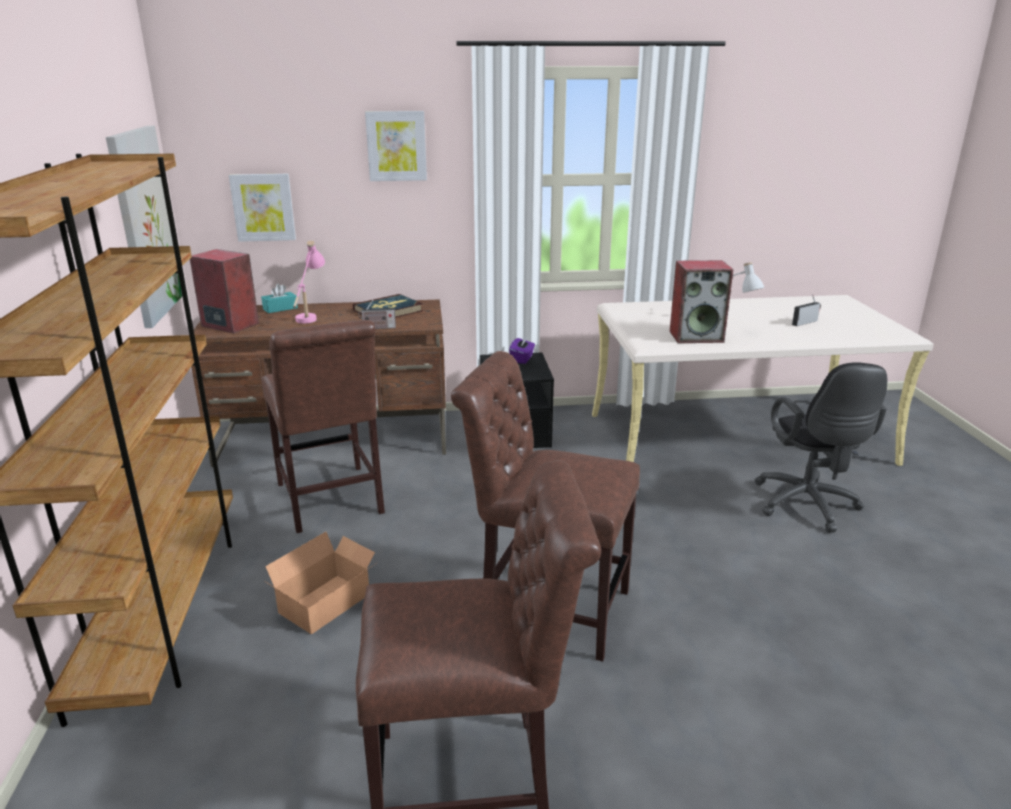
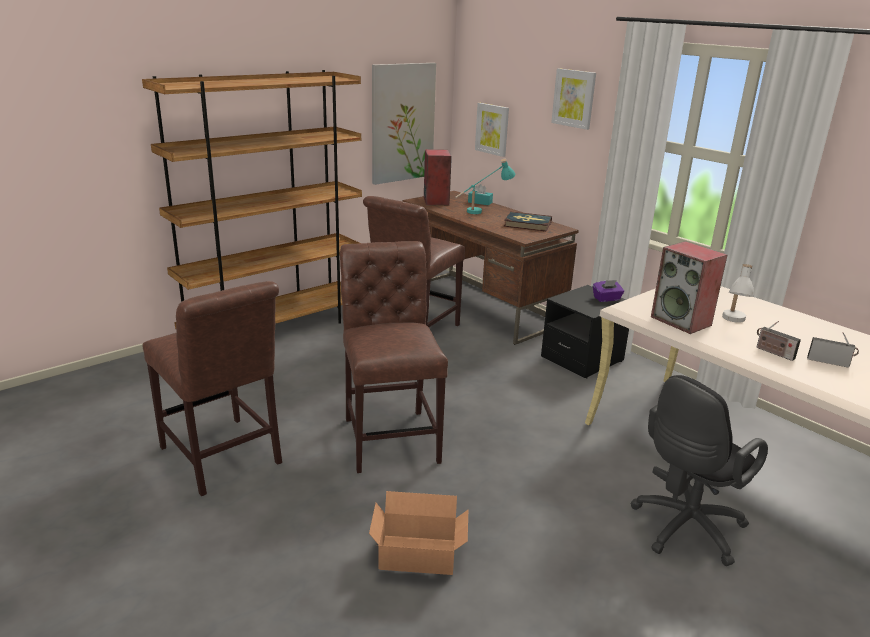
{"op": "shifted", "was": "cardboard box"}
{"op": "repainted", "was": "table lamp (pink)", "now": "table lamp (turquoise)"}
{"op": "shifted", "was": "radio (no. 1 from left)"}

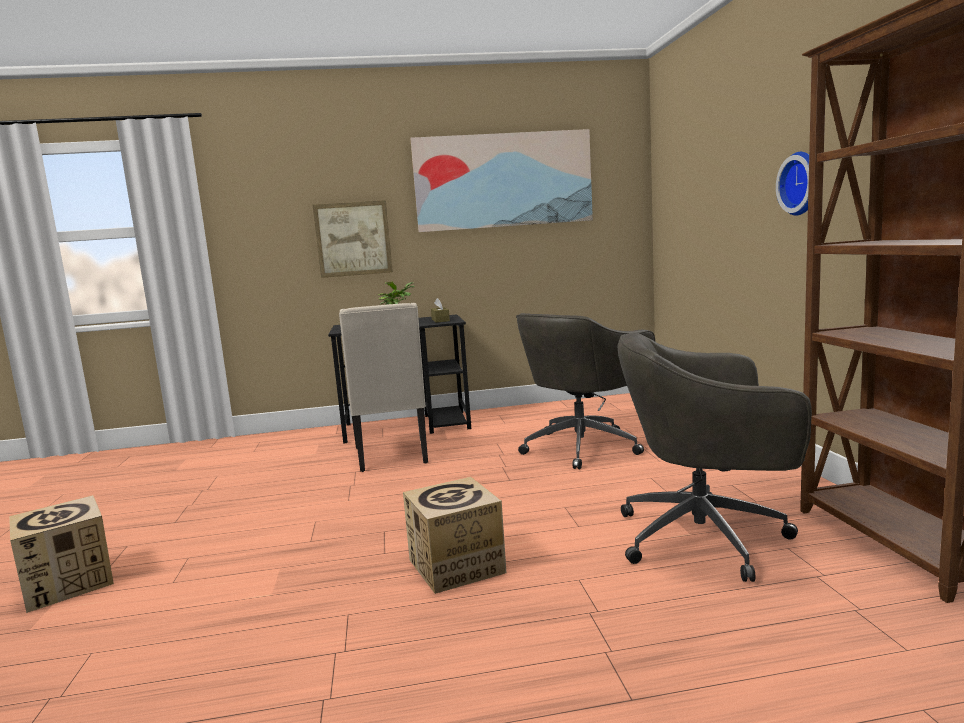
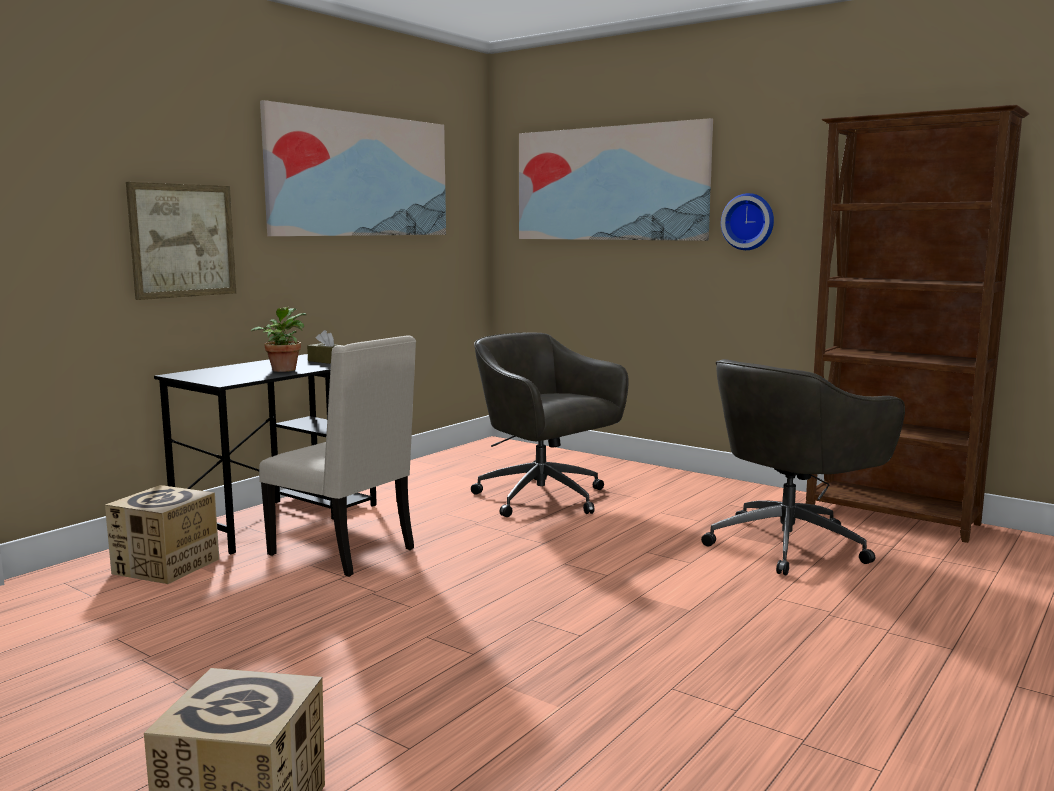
{"op": "shifted", "was": "cardboard box (no. 2 from left in the first image)", "now": "cardboard box (no. 1 from left)"}
{"op": "rotated", "was": "office chair (grey) (no. 1 from left)", "clockwise": 135}
{"op": "new", "now": "picture (no. 3 from left)"}

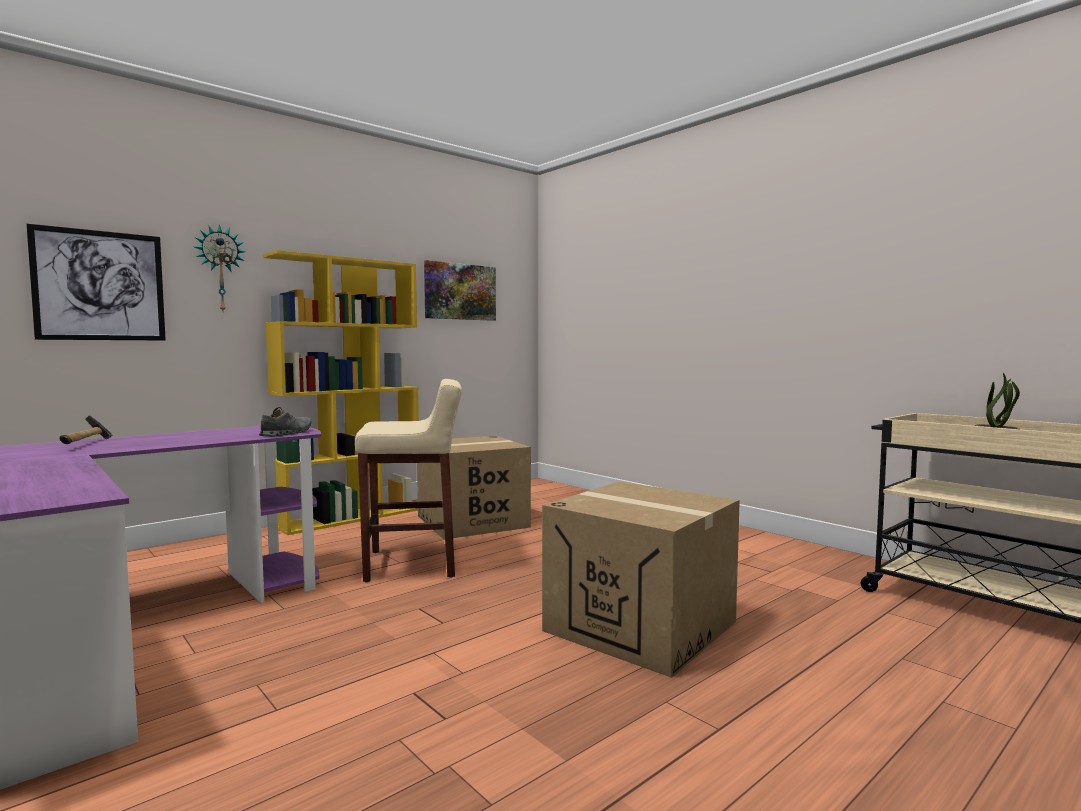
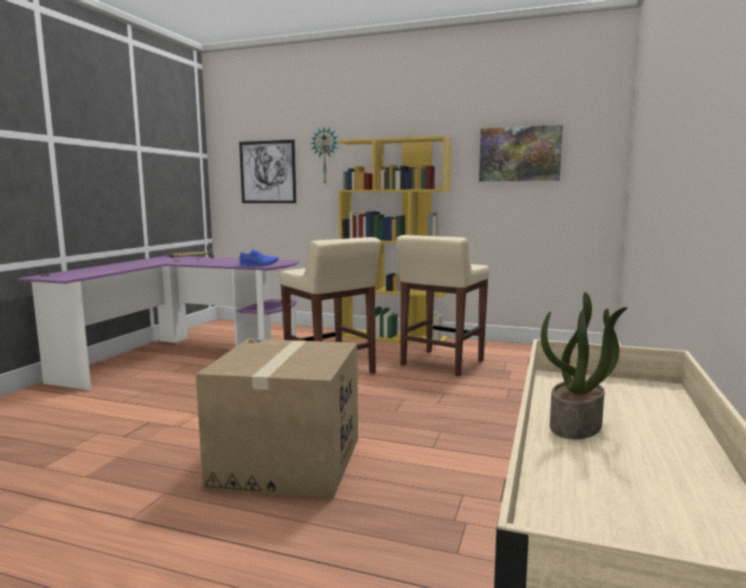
{"op": "repainted", "was": "shoe (grey)", "now": "shoe (blue)"}
{"op": "swapped", "was": "cardboard box (no. 1 from left)", "now": "stool (beige) (no. 2 from left)"}

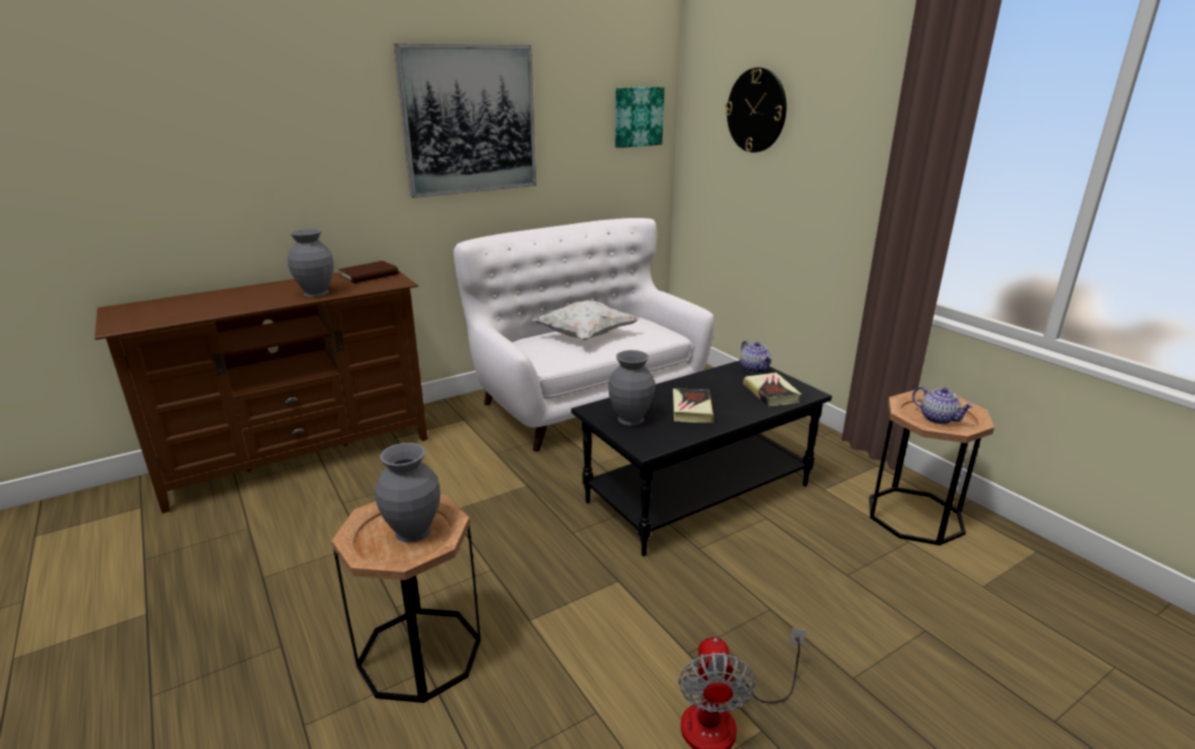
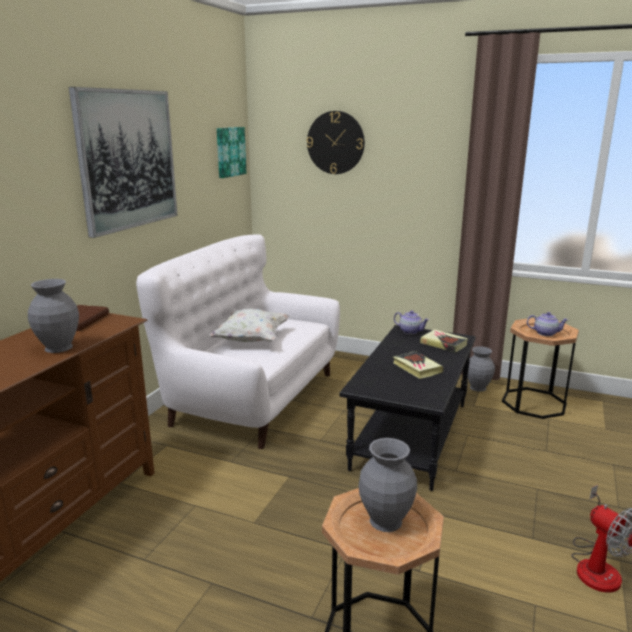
{"op": "shifted", "was": "vase (grey) (no. 3 from left)"}

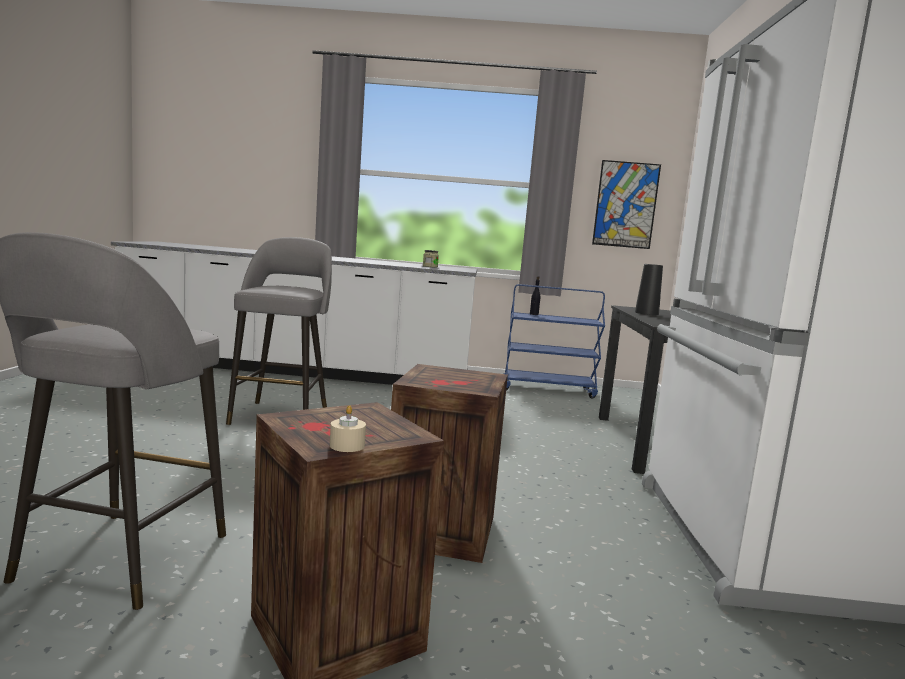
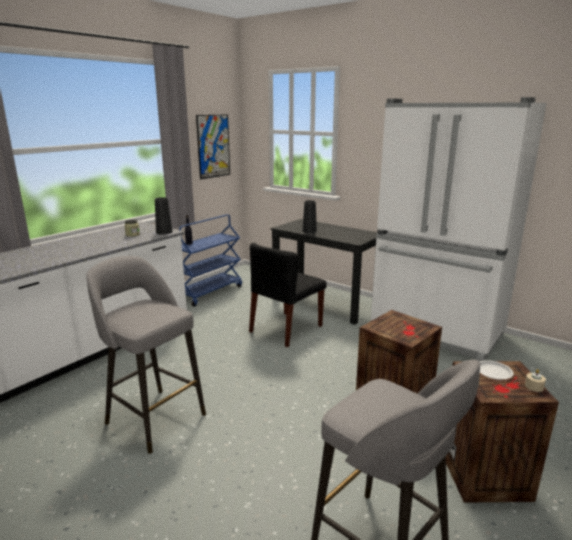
{"op": "new", "now": "vase (black) (no. 1 from left)"}
{"op": "new", "now": "chair (black)"}
{"op": "new", "now": "plate (white)"}

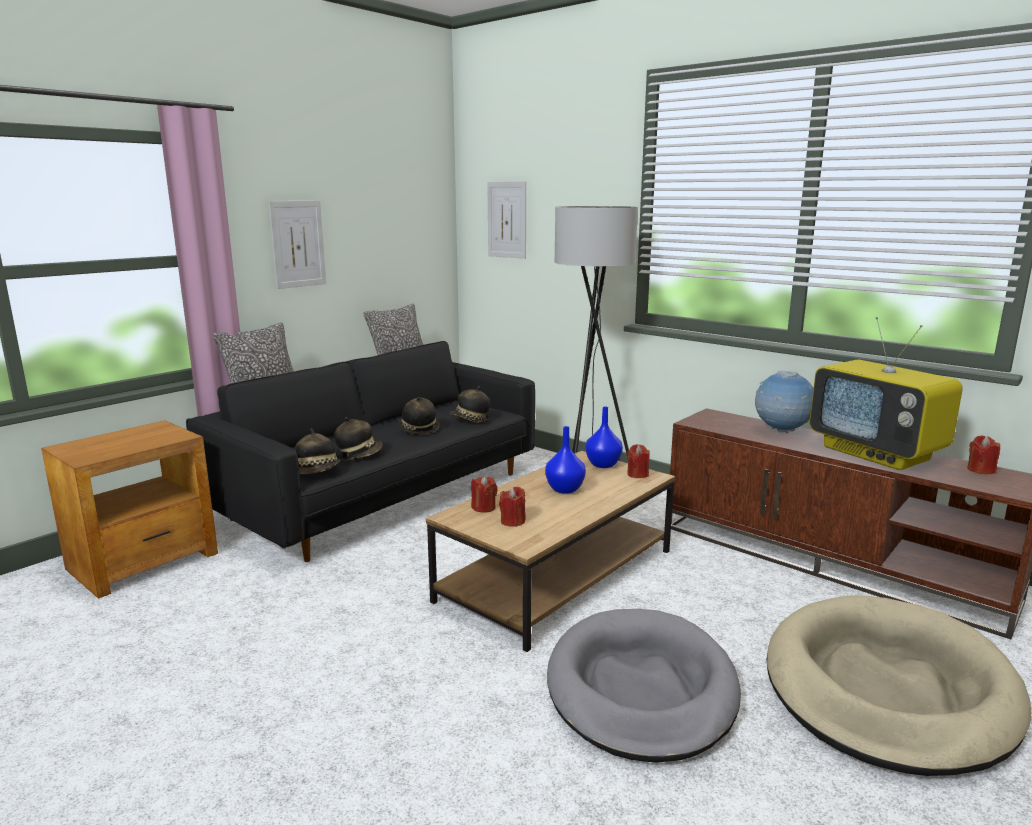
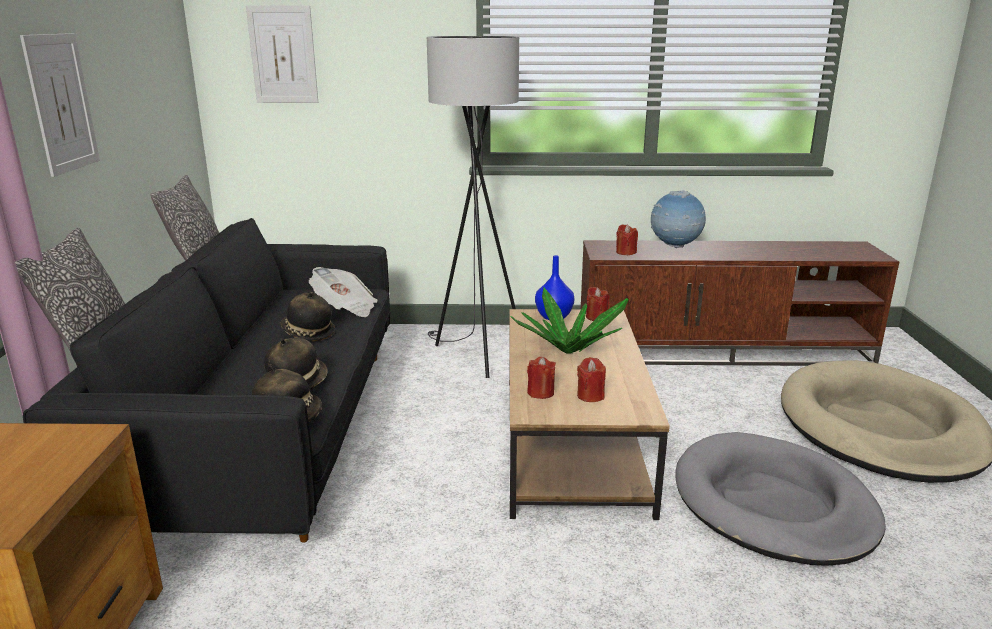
{"op": "swapped", "was": "hat (no. 4 from left)", "now": "newspaper"}
{"op": "swapped", "was": "vase (blue) (no. 1 from left)", "now": "potted plant"}
{"op": "gone", "was": "television"}
{"op": "shifted", "was": "candle (red) (no. 4 from left)"}

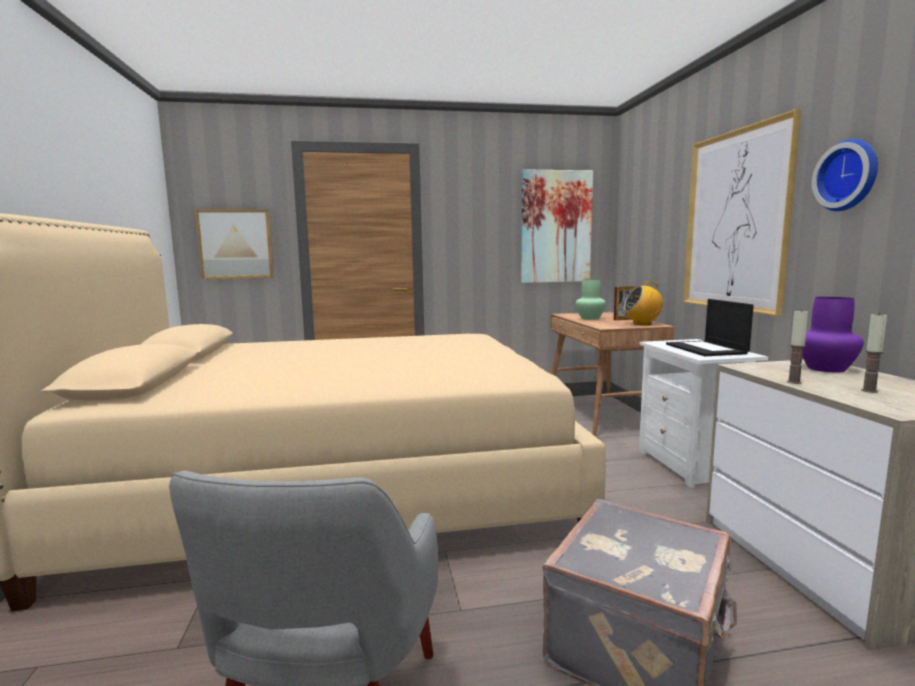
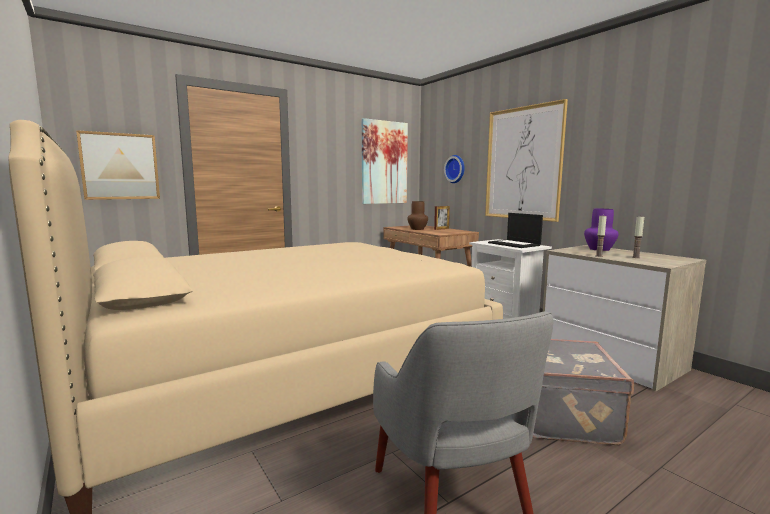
{"op": "repainted", "was": "vase (green)", "now": "vase (brown)"}
{"op": "gone", "was": "radio"}
{"op": "shifted", "was": "wall clock"}

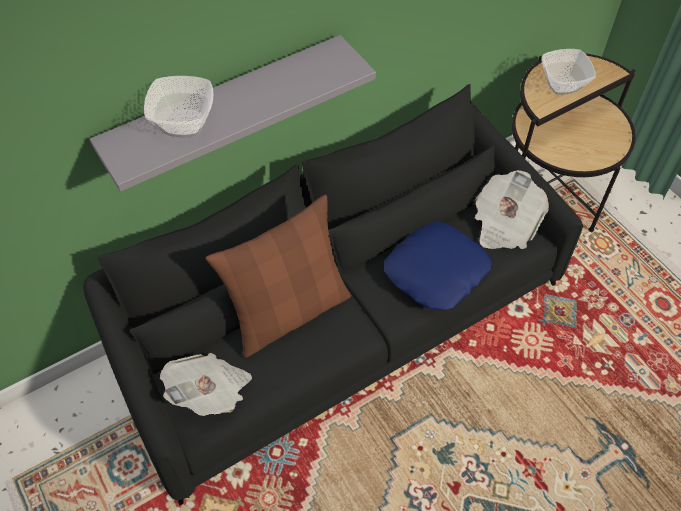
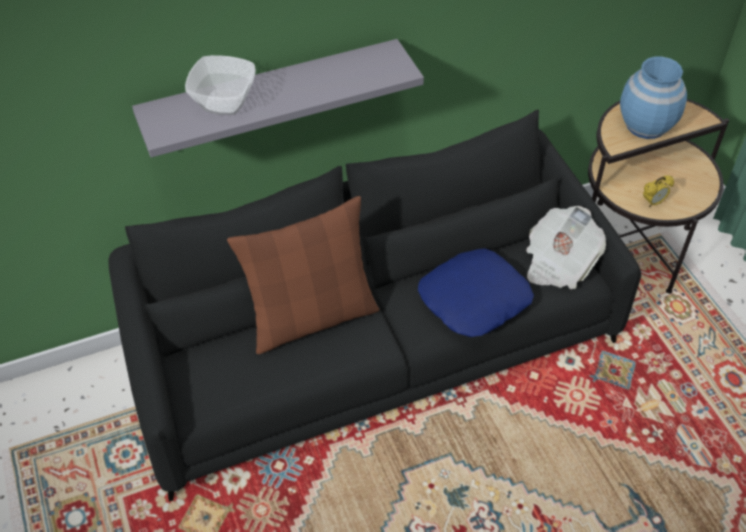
{"op": "gone", "was": "newspaper (no. 1 from left)"}
{"op": "swapped", "was": "bowl (no. 2 from left)", "now": "vase (blue)"}
{"op": "new", "now": "alarm clock"}

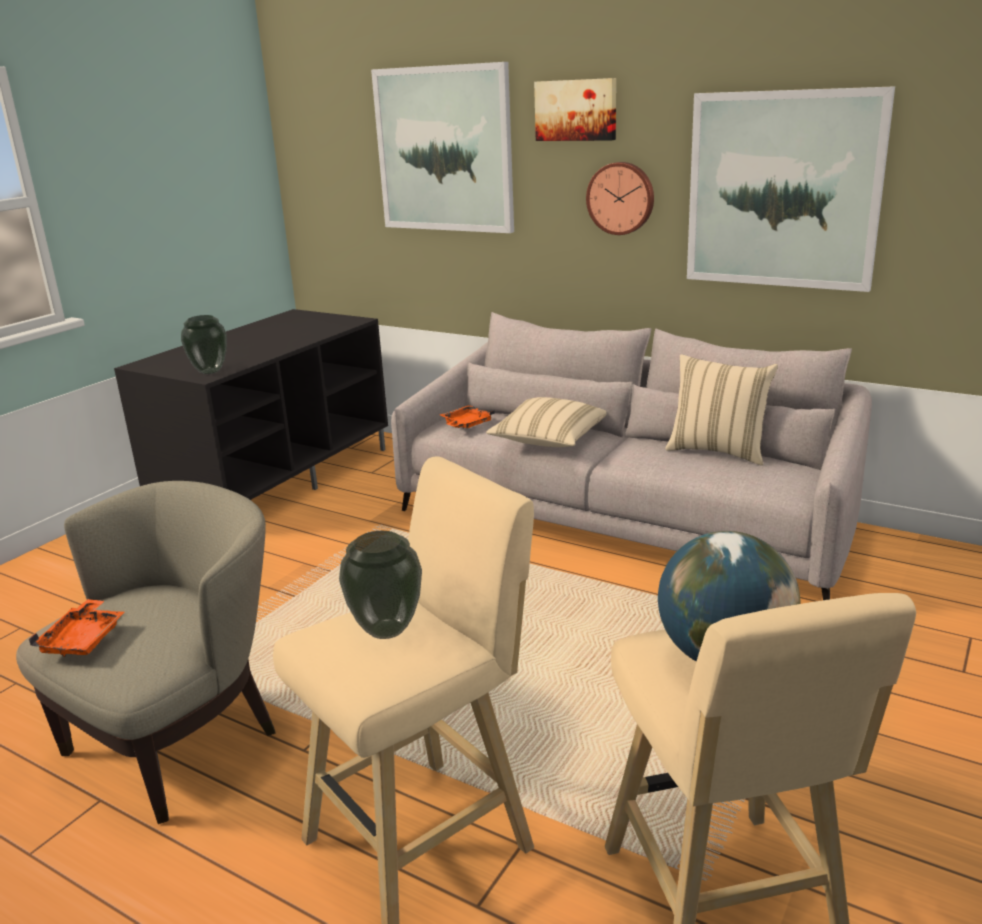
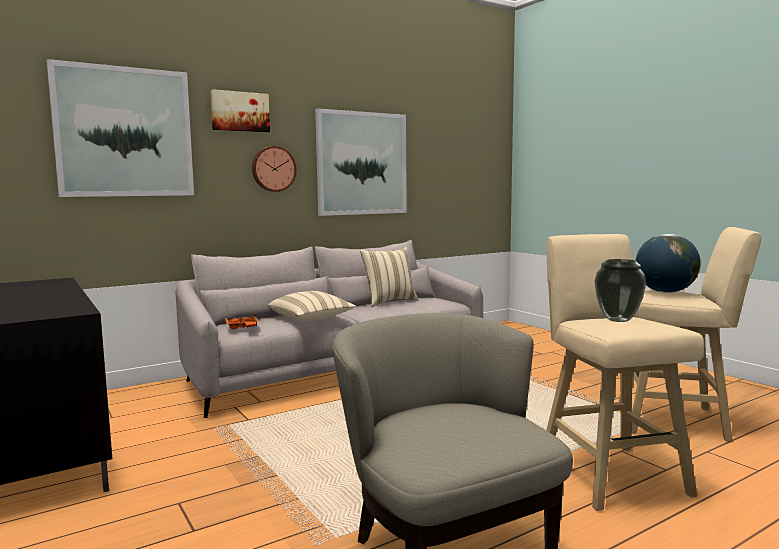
{"op": "gone", "was": "tray (orange) (no. 1 from left)"}
{"op": "gone", "was": "vase (no. 1 from left)"}

